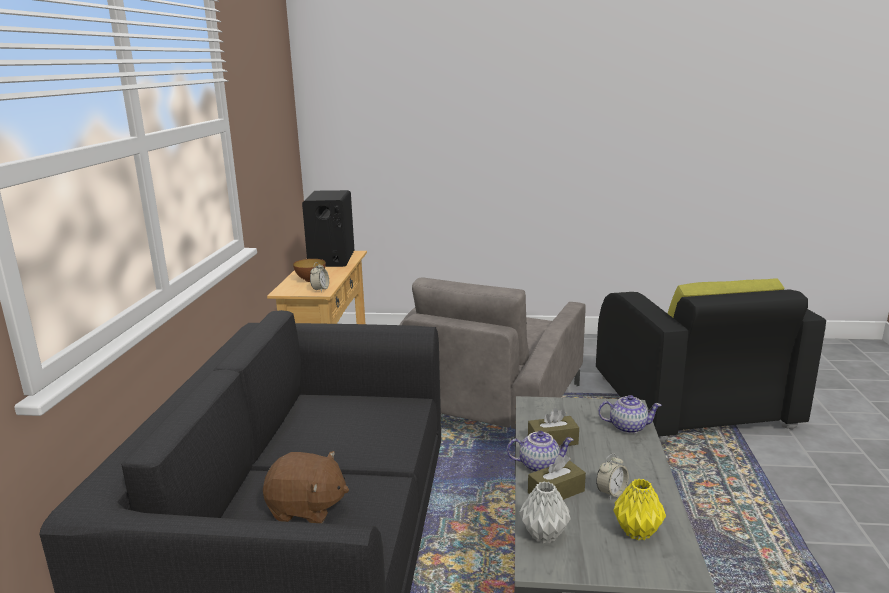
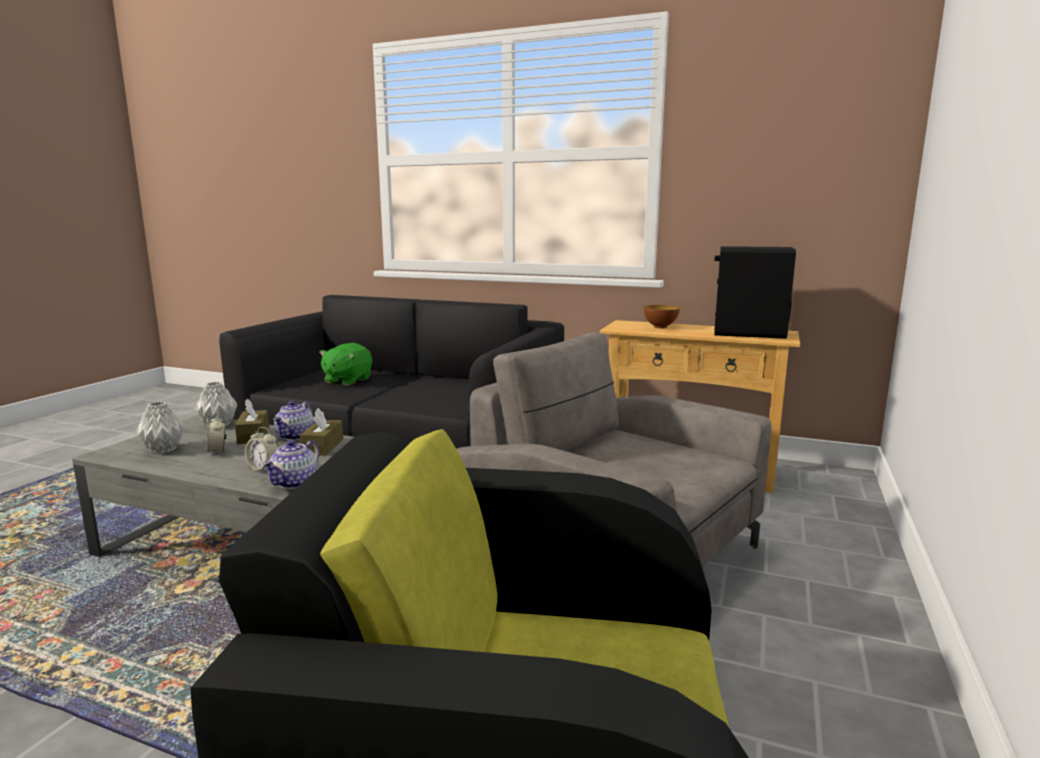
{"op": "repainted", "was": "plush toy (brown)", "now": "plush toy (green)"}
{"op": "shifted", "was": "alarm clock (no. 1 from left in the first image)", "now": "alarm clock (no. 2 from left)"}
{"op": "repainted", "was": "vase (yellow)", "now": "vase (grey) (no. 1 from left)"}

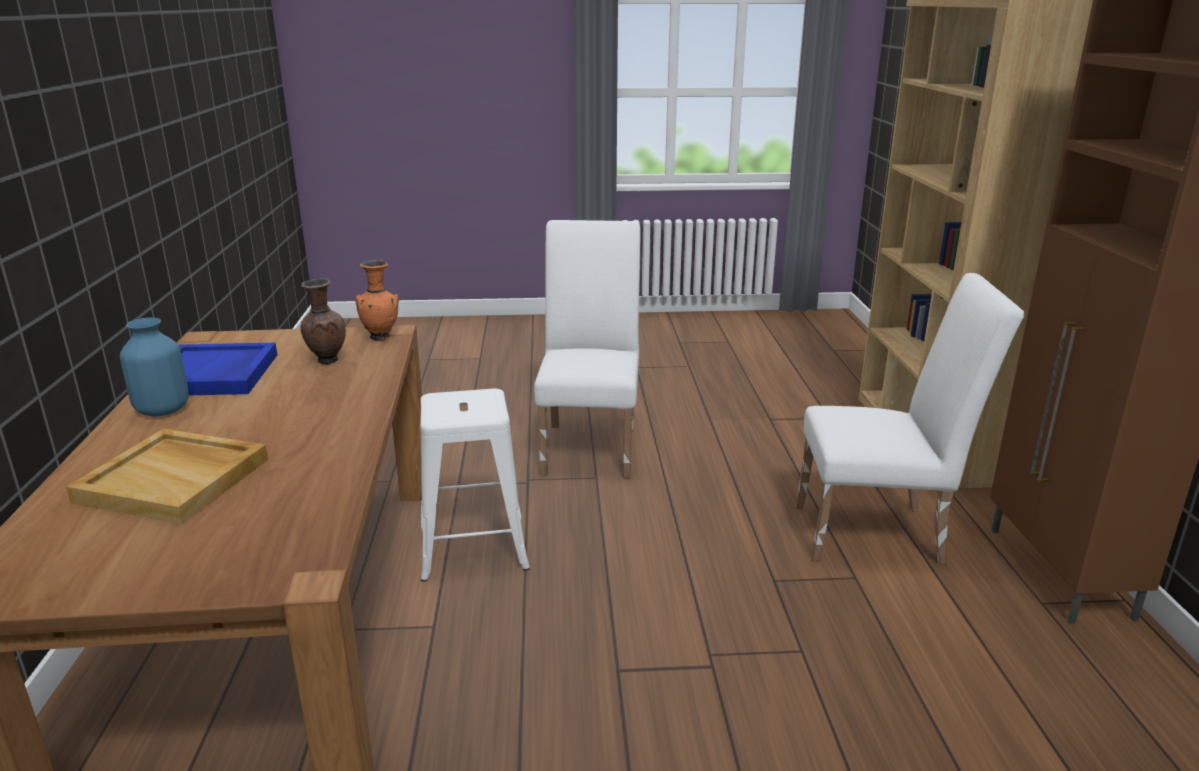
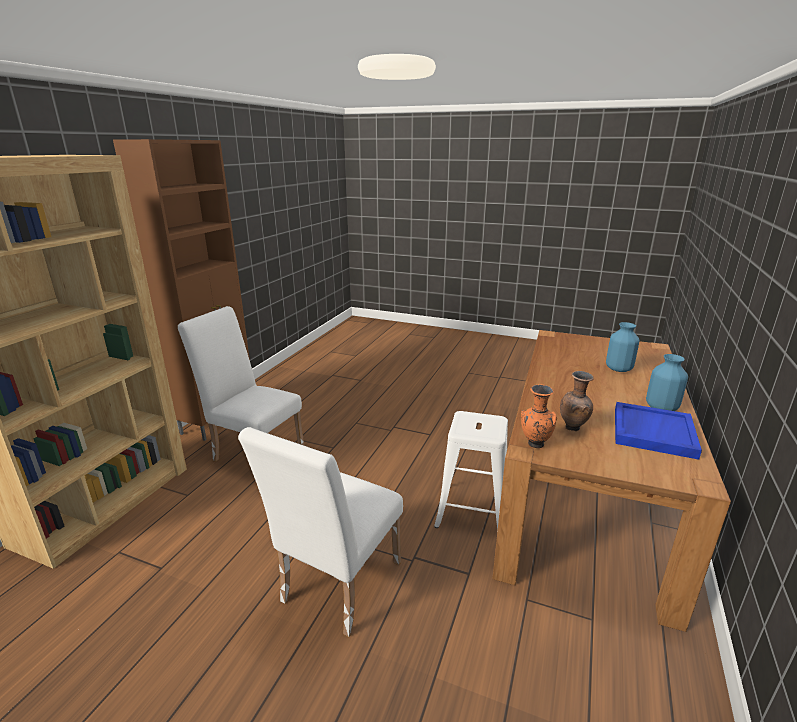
{"op": "swapped", "was": "tray (beige)", "now": "vase (blue) (no. 1 from left)"}

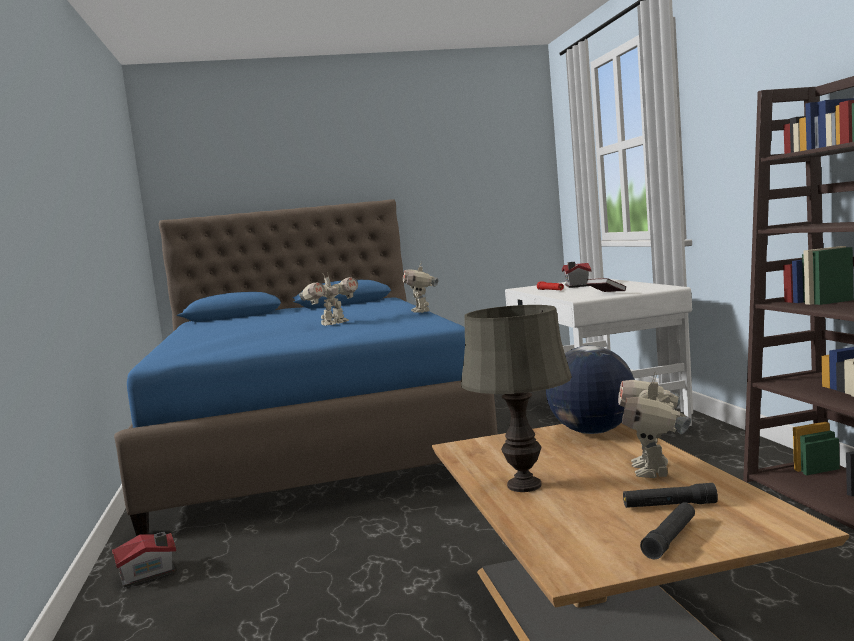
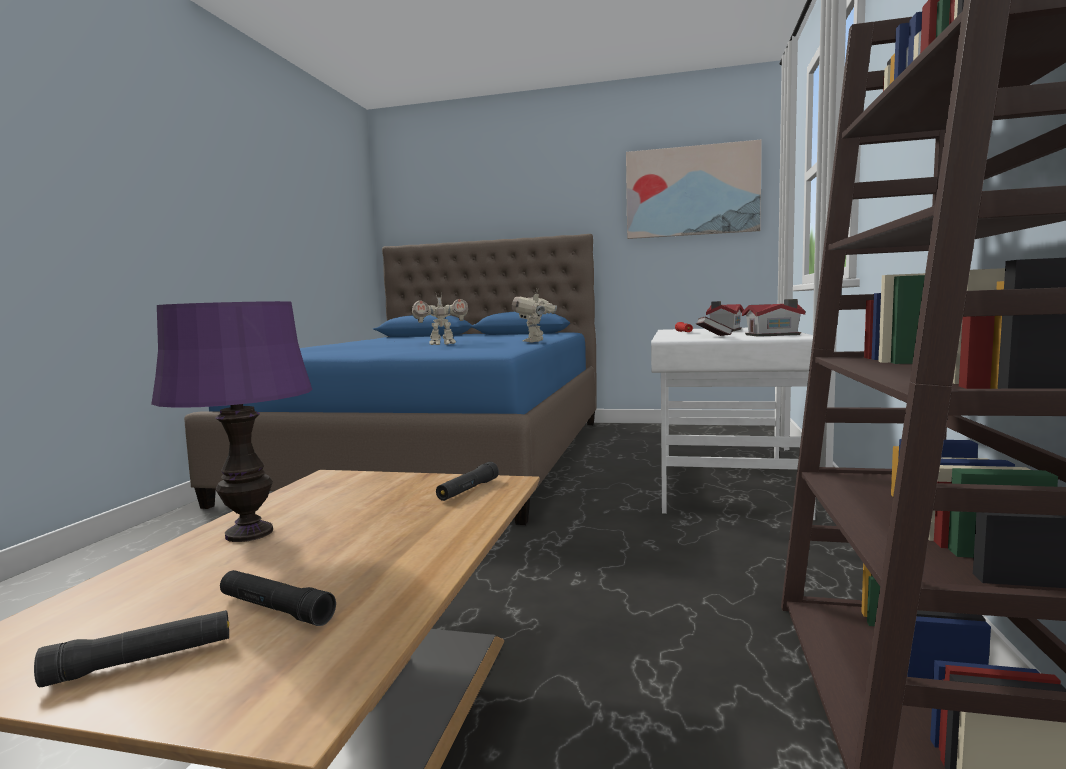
{"op": "shifted", "was": "toy house (no. 1 from left in the first image)", "now": "toy house (no. 2 from left)"}
{"op": "repainted", "was": "table lamp (grey)", "now": "table lamp (purple)"}
{"op": "swapped", "was": "globe", "now": "flashlight (black) (no. 3 from left)"}
{"op": "gone", "was": "toy robot (no. 3 from left)"}
{"op": "new", "now": "picture"}

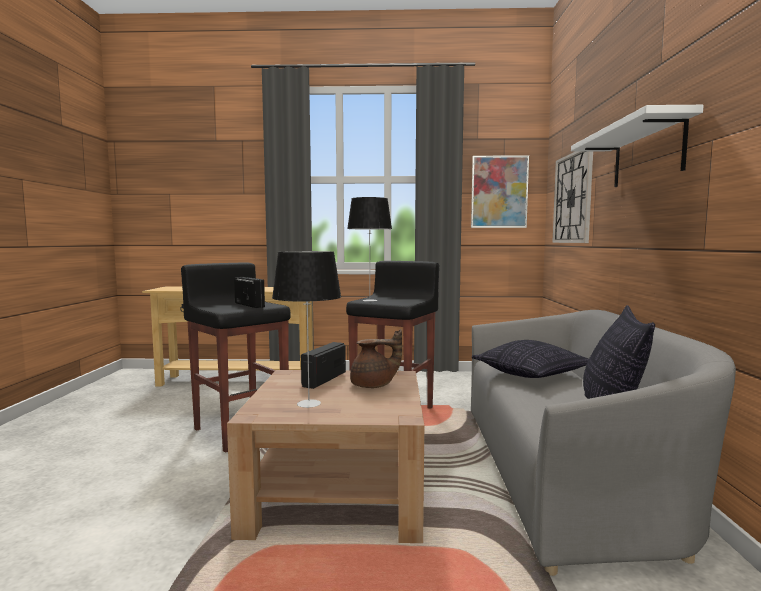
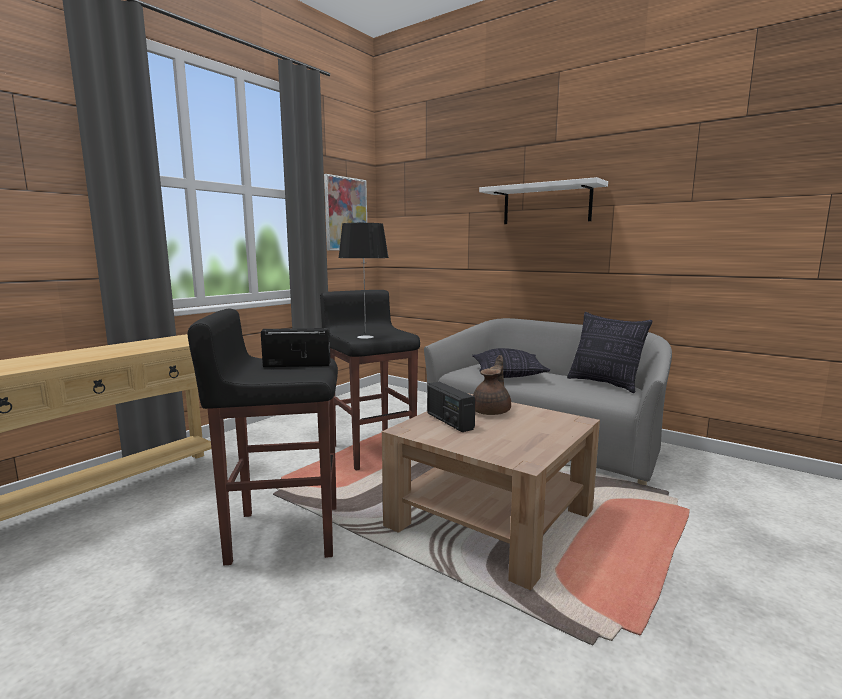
{"op": "gone", "was": "table lamp (no. 1 from left)"}
{"op": "gone", "was": "wall clock"}

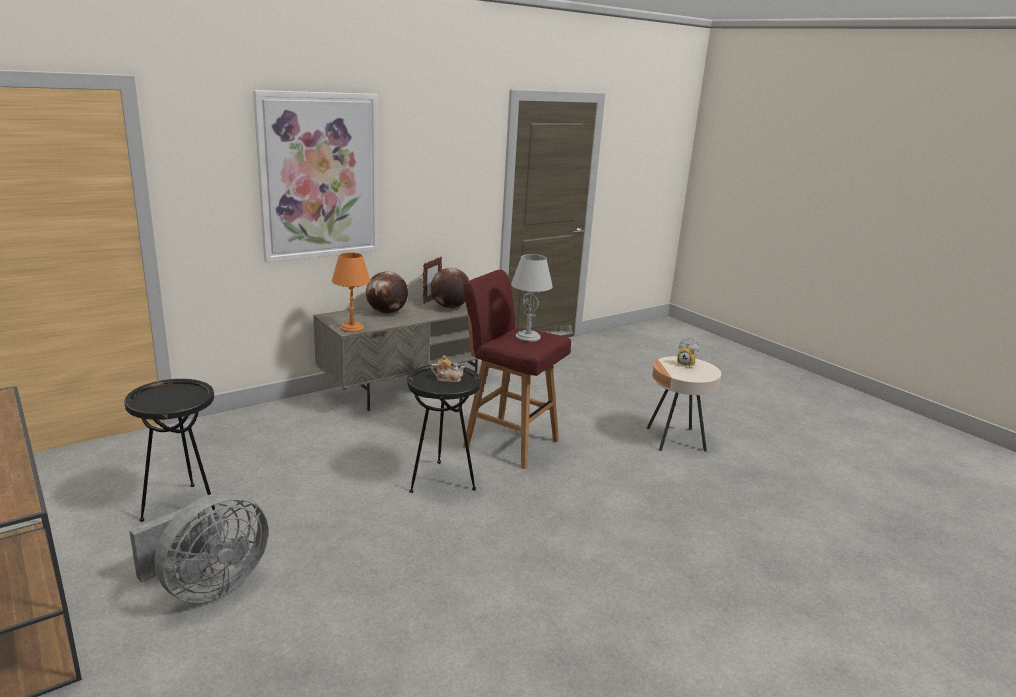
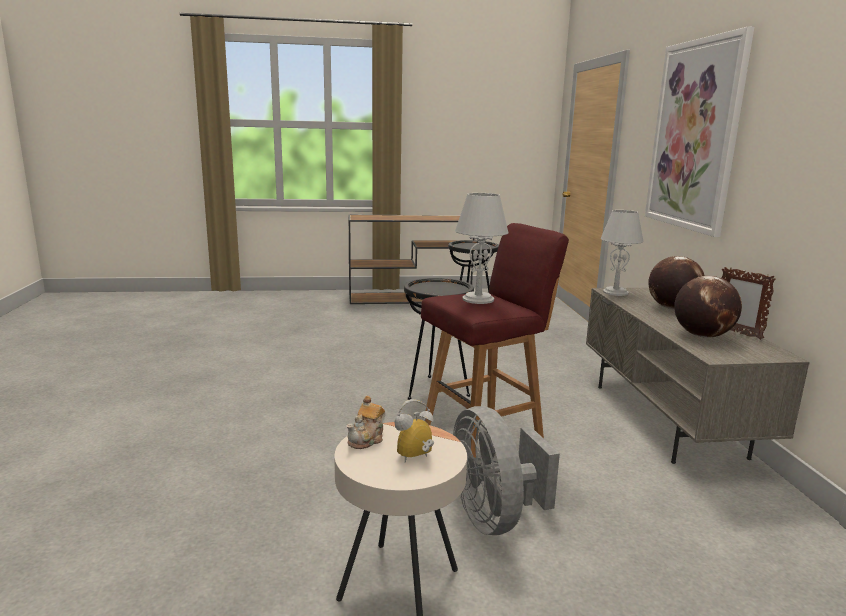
{"op": "shifted", "was": "fan (grey)"}
{"op": "repainted", "was": "table lamp (orange)", "now": "table lamp (grey) (no. 2 from left)"}
{"op": "shifted", "was": "teapot"}

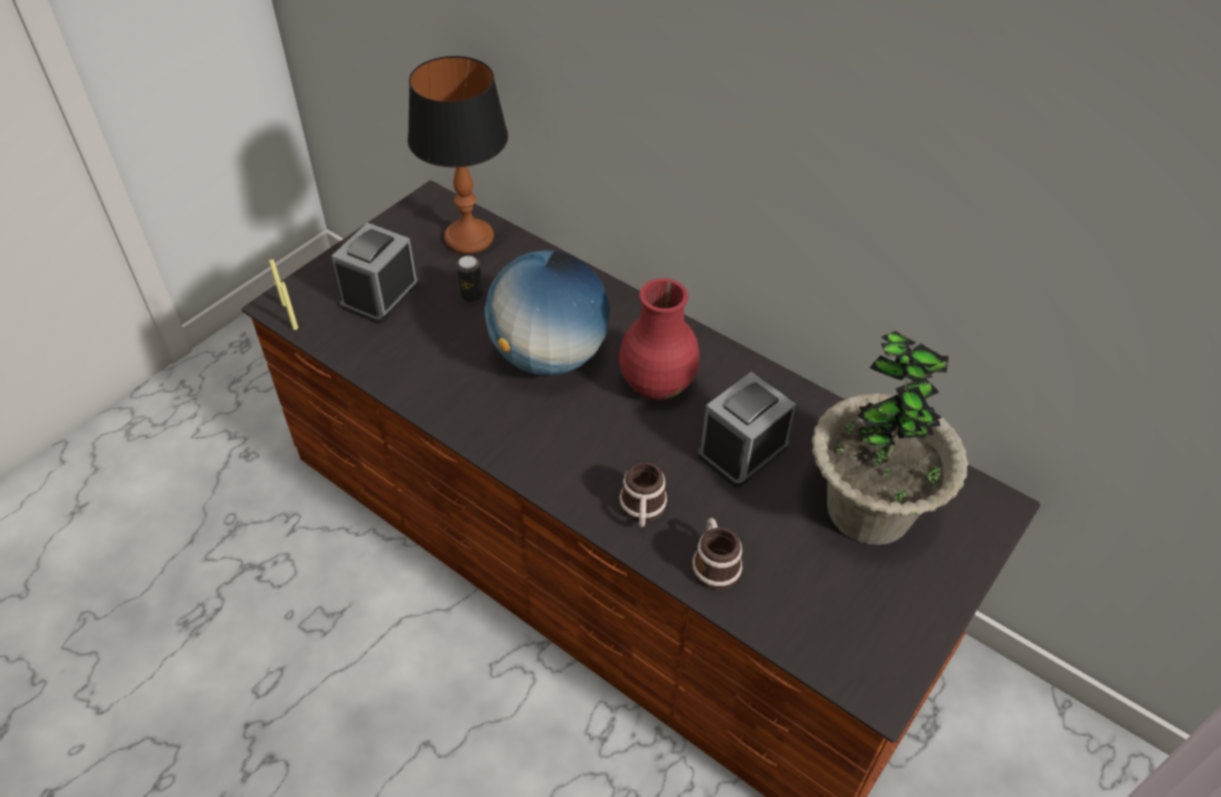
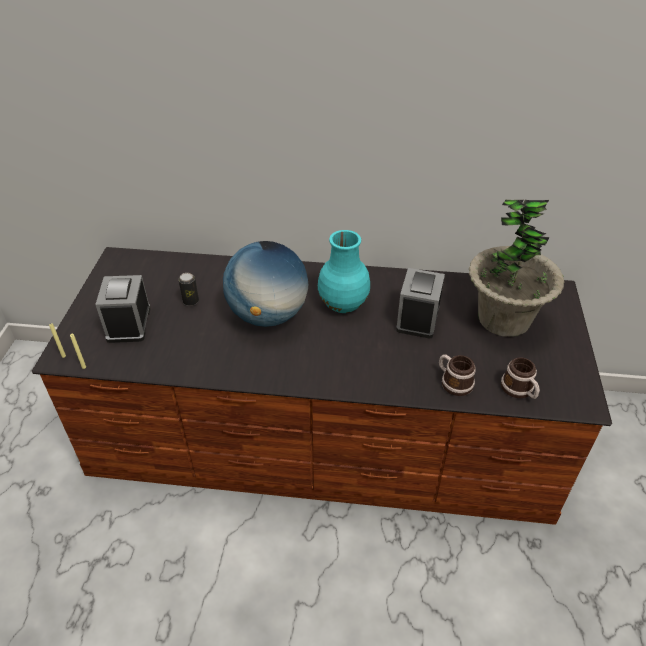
{"op": "gone", "was": "table lamp"}
{"op": "repainted", "was": "vase (red)", "now": "vase (turquoise)"}
{"op": "shifted", "was": "mug (no. 1 from left in the first image)", "now": "mug (no. 2 from left)"}

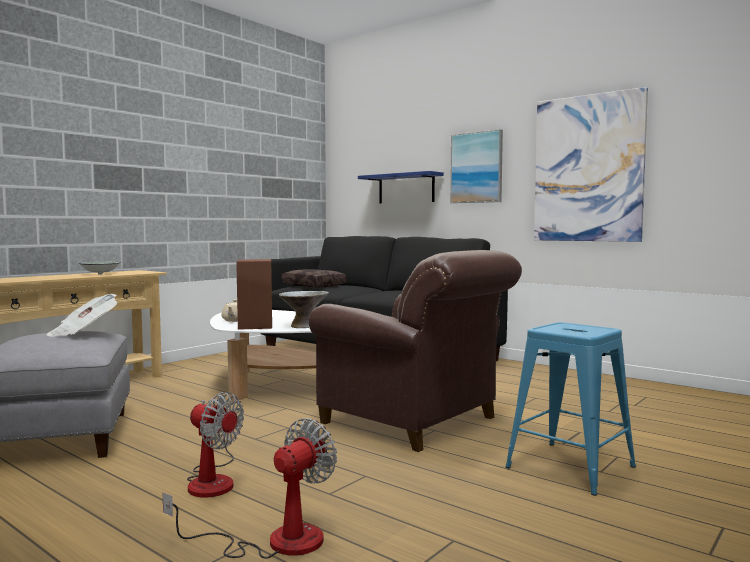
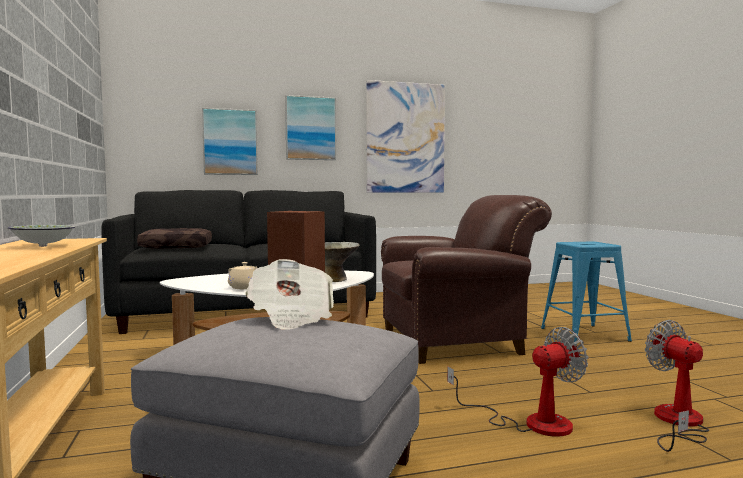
{"op": "swapped", "was": "shelf (blue)", "now": "picture (no. 1 from left)"}

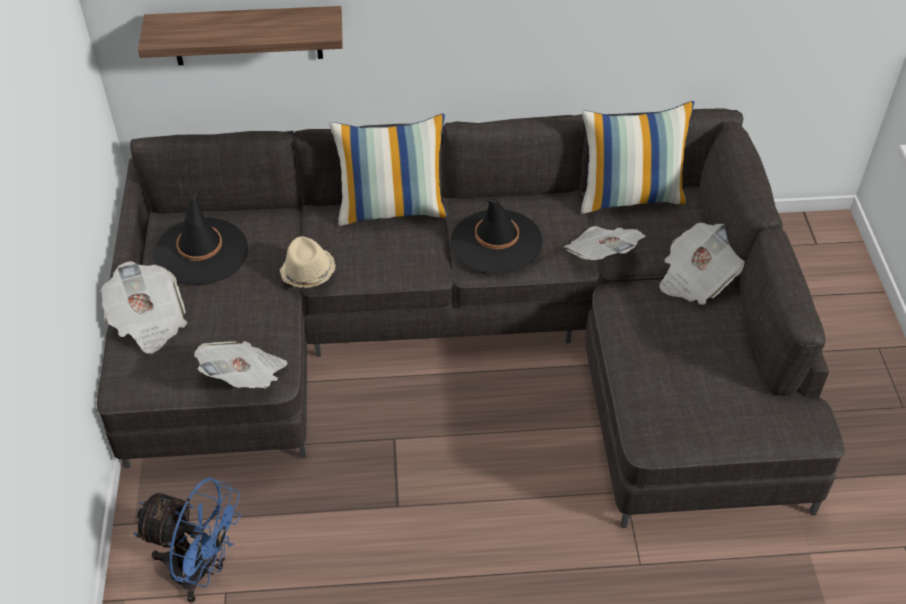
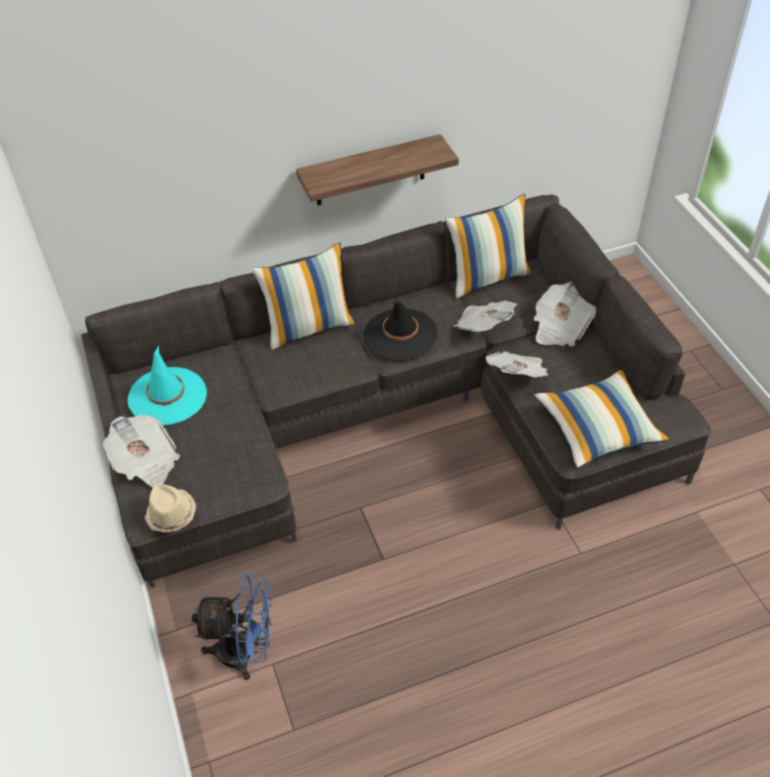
{"op": "shifted", "was": "shelf"}
{"op": "repainted", "was": "hat (black) (no. 1 from left)", "now": "hat (turquoise)"}
{"op": "shifted", "was": "newspaper (no. 2 from left in the first image)", "now": "newspaper (no. 3 from left)"}
{"op": "shifted", "was": "hat (beige)"}
{"op": "new", "now": "pillow (no. 3 from left)"}

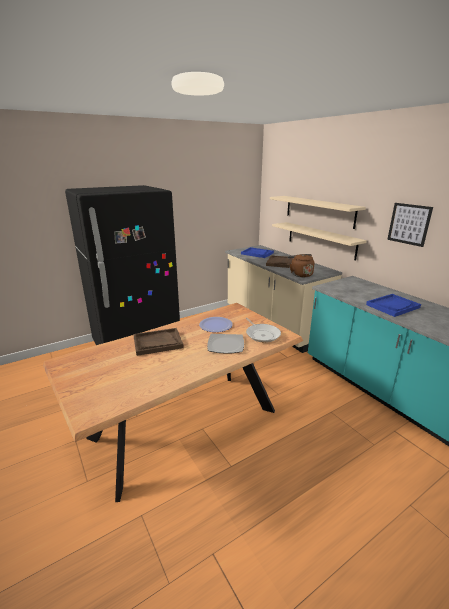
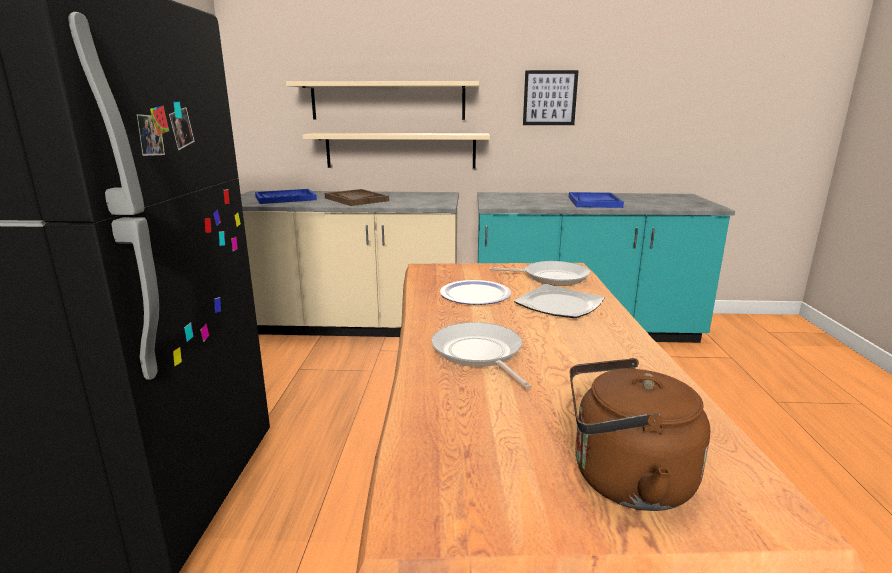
{"op": "swapped", "was": "tray (brown) (no. 1 from left)", "now": "frying pan (no. 1 from left)"}
{"op": "shifted", "was": "kettle (brown)"}

